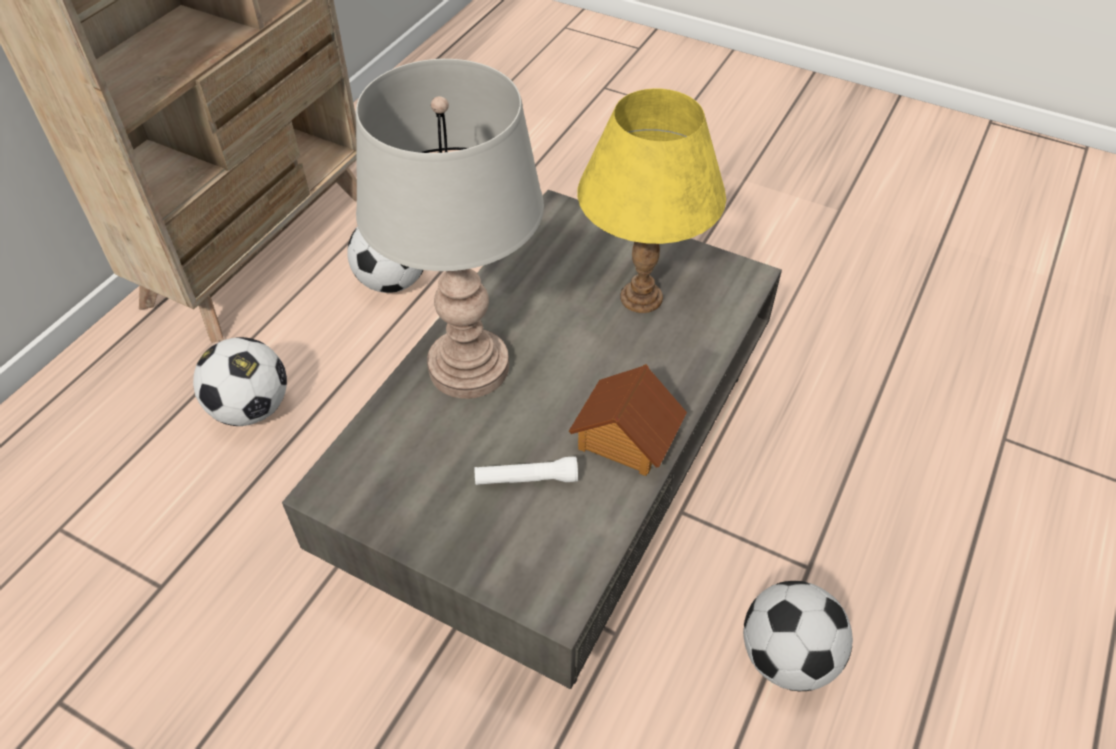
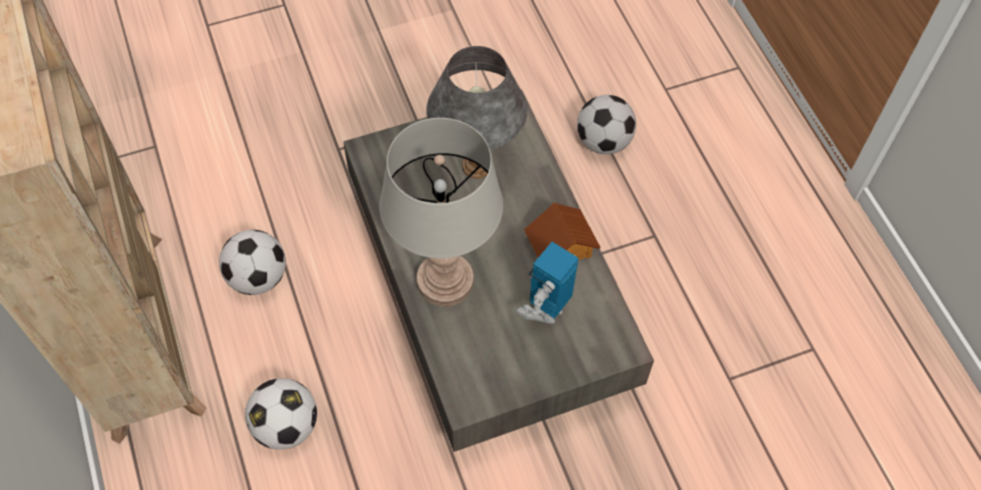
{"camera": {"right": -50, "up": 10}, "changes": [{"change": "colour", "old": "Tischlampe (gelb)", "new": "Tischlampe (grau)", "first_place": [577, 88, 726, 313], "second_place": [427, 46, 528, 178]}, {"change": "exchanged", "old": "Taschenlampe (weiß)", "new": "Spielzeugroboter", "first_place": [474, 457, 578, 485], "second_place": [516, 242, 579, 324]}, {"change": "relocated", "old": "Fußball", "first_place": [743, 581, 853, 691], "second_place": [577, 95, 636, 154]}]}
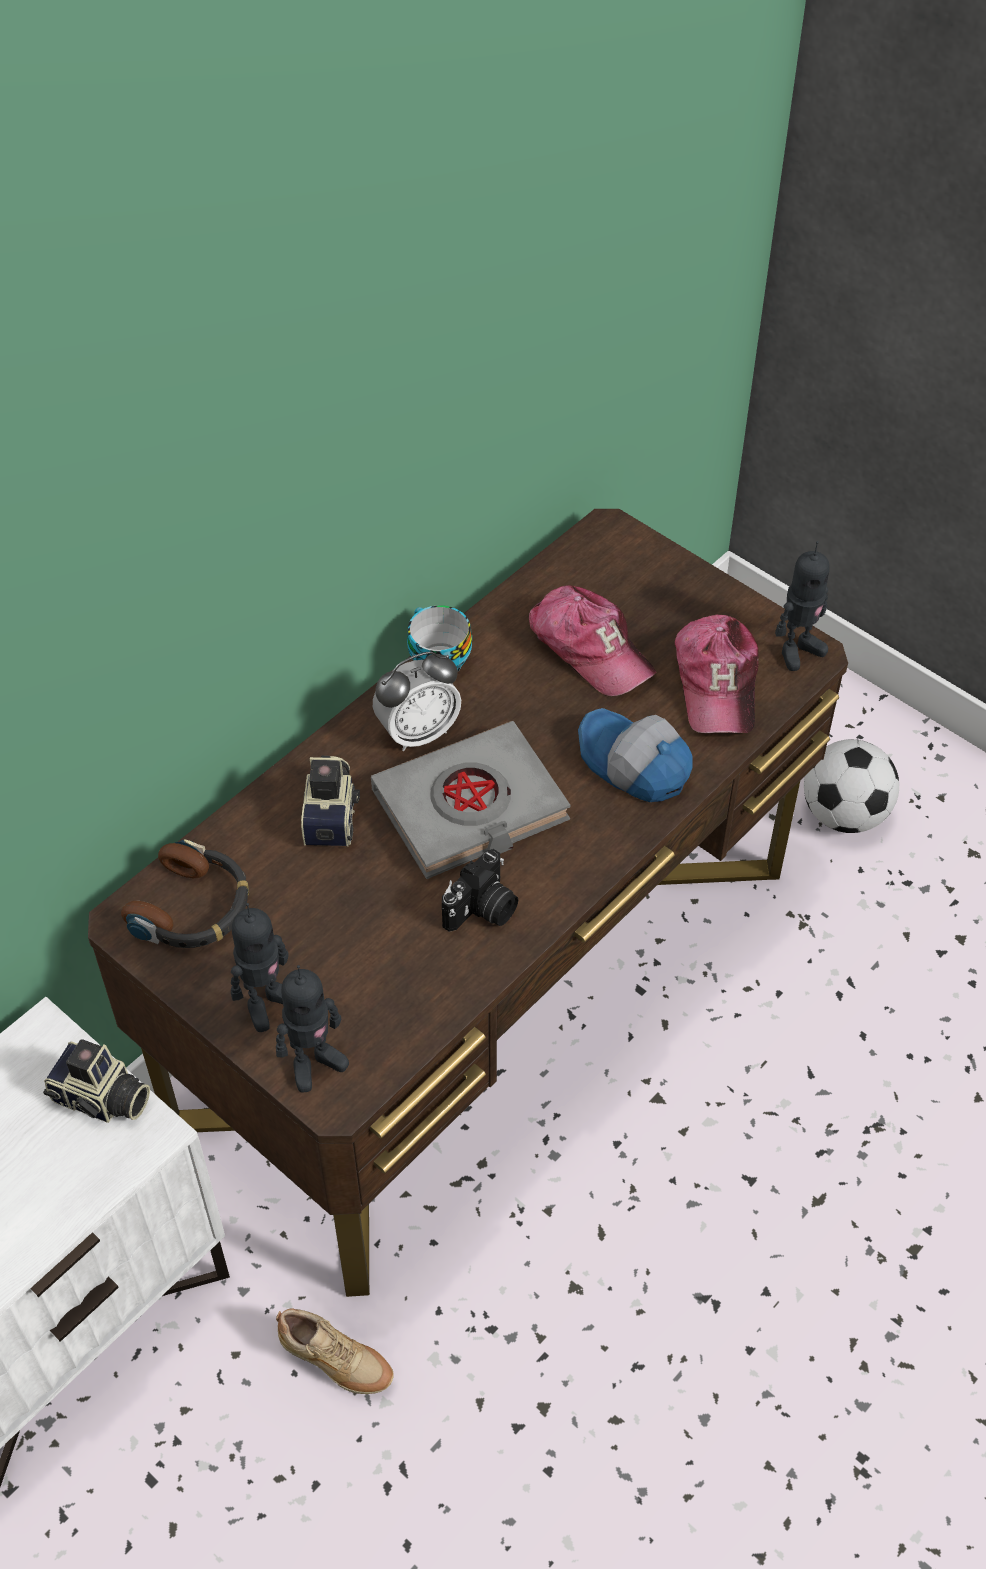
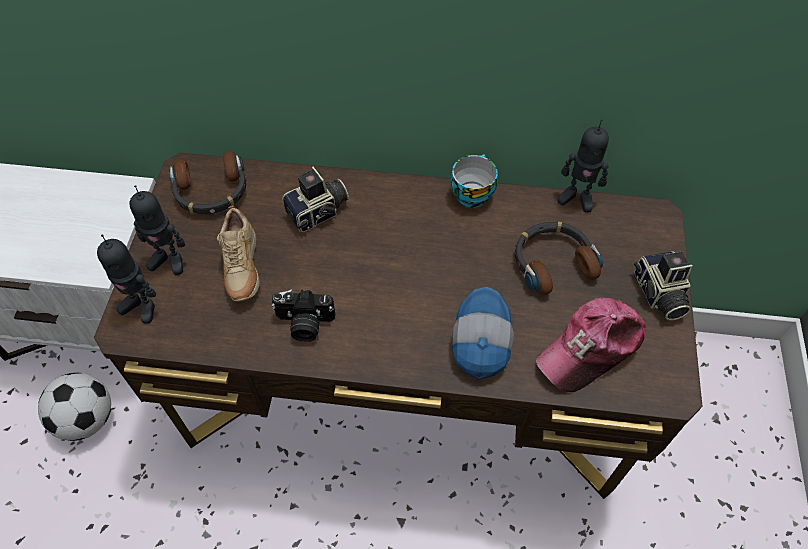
{"camera": {"right": 55, "up": 5}, "changes": [{"change": "relocated", "old": "Spielzeugroboter", "first_place": [775, 541, 830, 671], "second_place": [558, 119, 609, 213]}, {"change": "exchanged", "old": "Kappe", "new": "Kopfhörer", "first_place": [529, 585, 656, 697], "second_place": [515, 221, 603, 295]}, {"change": "missing", "old": "Wecker", "first_place": [373, 651, 461, 751]}, {"change": "missing", "old": "Buch (grau)", "first_place": [371, 721, 571, 879]}, {"change": "relocated", "old": "Fußball", "first_place": [804, 739, 899, 833], "second_place": [38, 373, 111, 441]}, {"change": "relocated", "old": "Kamera", "first_place": [43, 1039, 150, 1123], "second_place": [634, 251, 693, 321]}, {"change": "relocated", "old": "Schuh (beige)", "first_place": [276, 1309, 394, 1394], "second_place": [217, 206, 260, 302]}]}
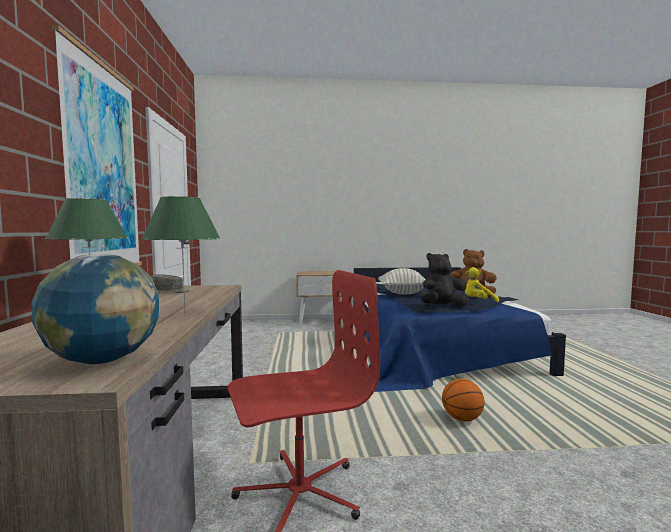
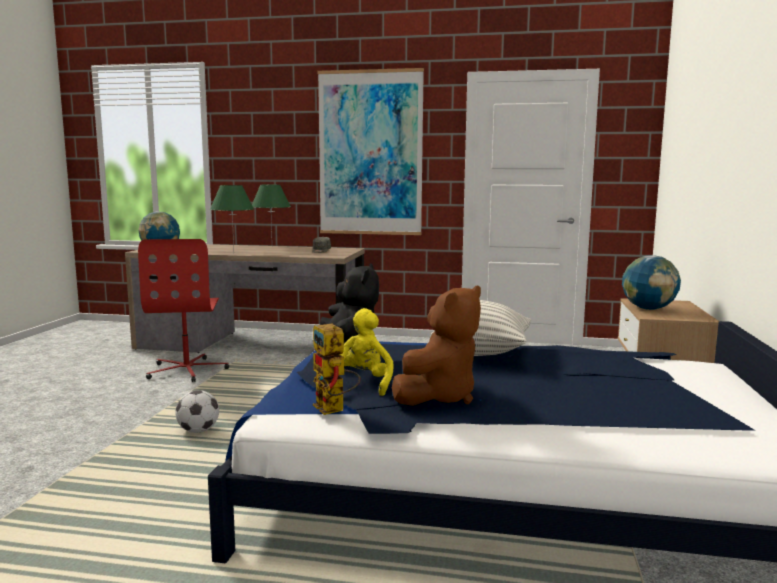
{"camera": {"right": 105, "up": 5}, "changes": [{"change": "exchanged", "old": "Basketball", "new": "Fußball", "first_place": [442, 379, 485, 422], "second_place": [175, 390, 219, 433]}, {"change": "appeared", "new": "Globus", "second_place": [622, 255, 681, 310]}, {"change": "appeared", "new": "Spielzeugroboter", "second_place": [313, 324, 361, 415]}]}
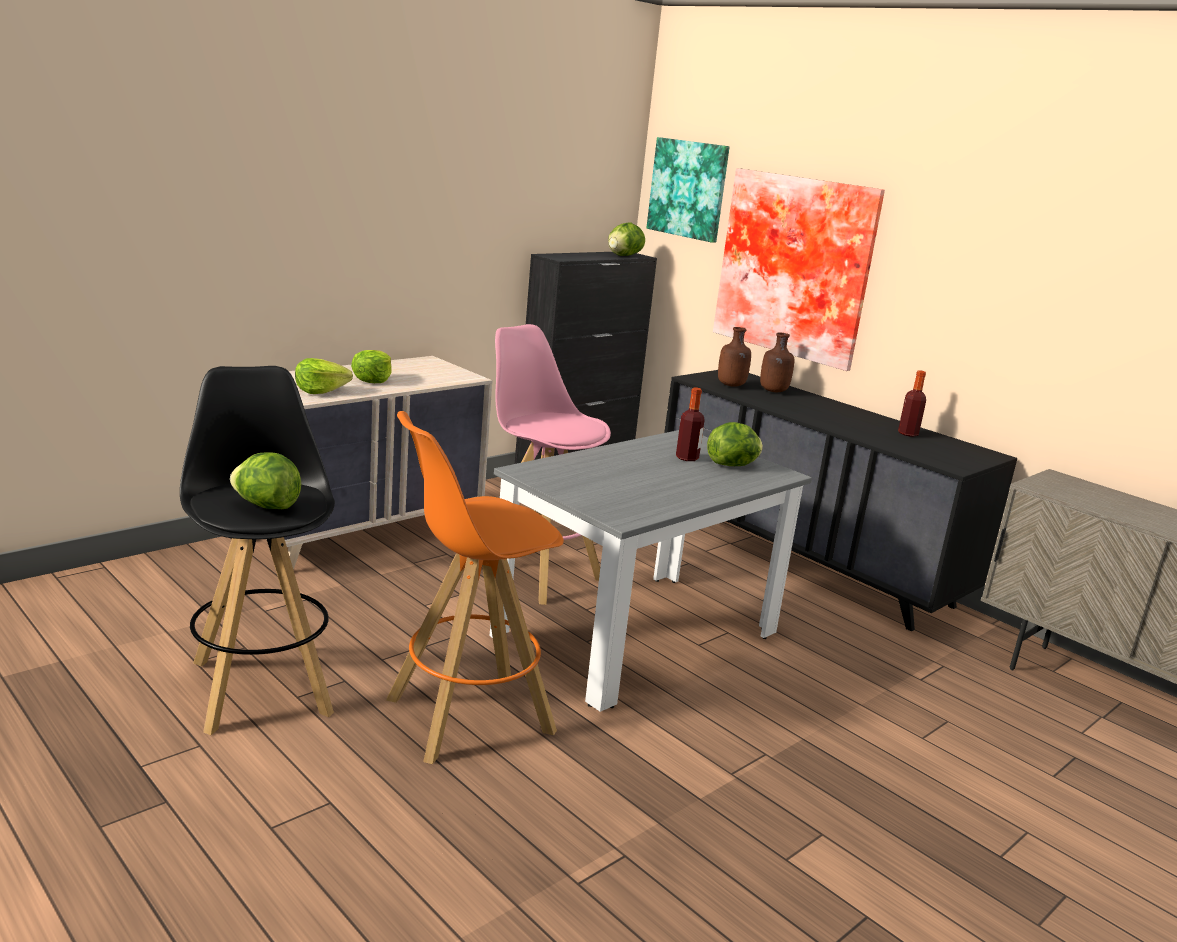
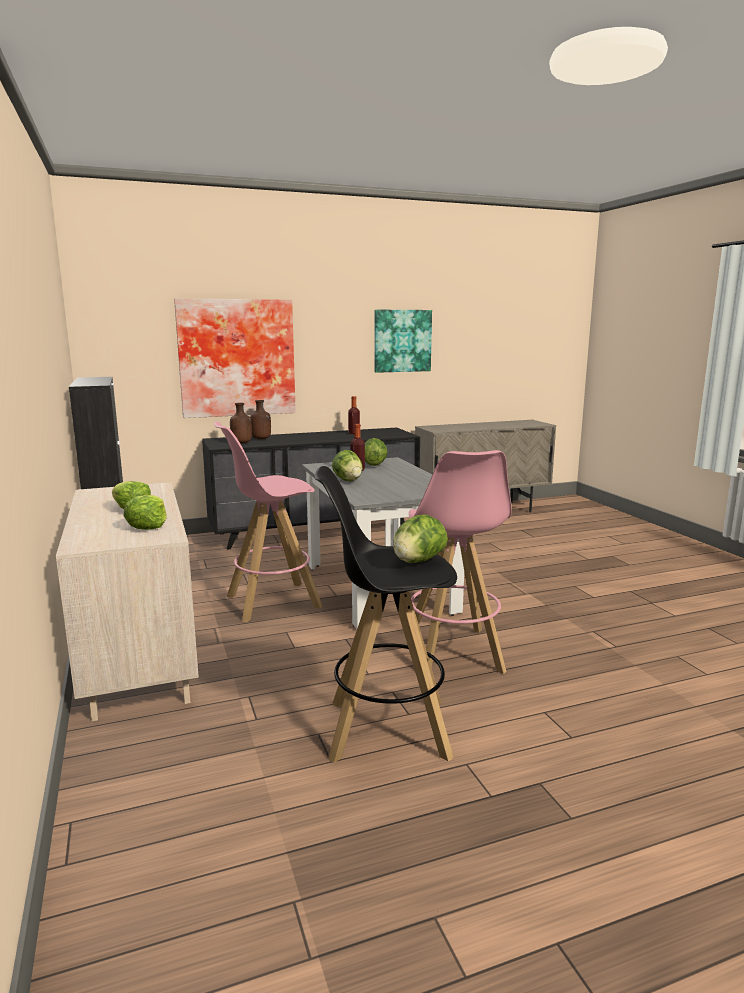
{"camera": {"right": -65, "up": -5}, "changes": [{"change": "relocated", "old": "Bild", "first_place": [647, 137, 729, 243], "second_place": [374, 310, 432, 373]}, {"change": "relocated", "old": "Salatkopf", "first_place": [608, 223, 645, 256], "second_place": [332, 450, 363, 481]}, {"change": "colour", "old": "Hocker (orange)", "new": "Hocker (rosa)", "first_place": [386, 411, 564, 764], "second_place": [409, 450, 511, 674]}]}
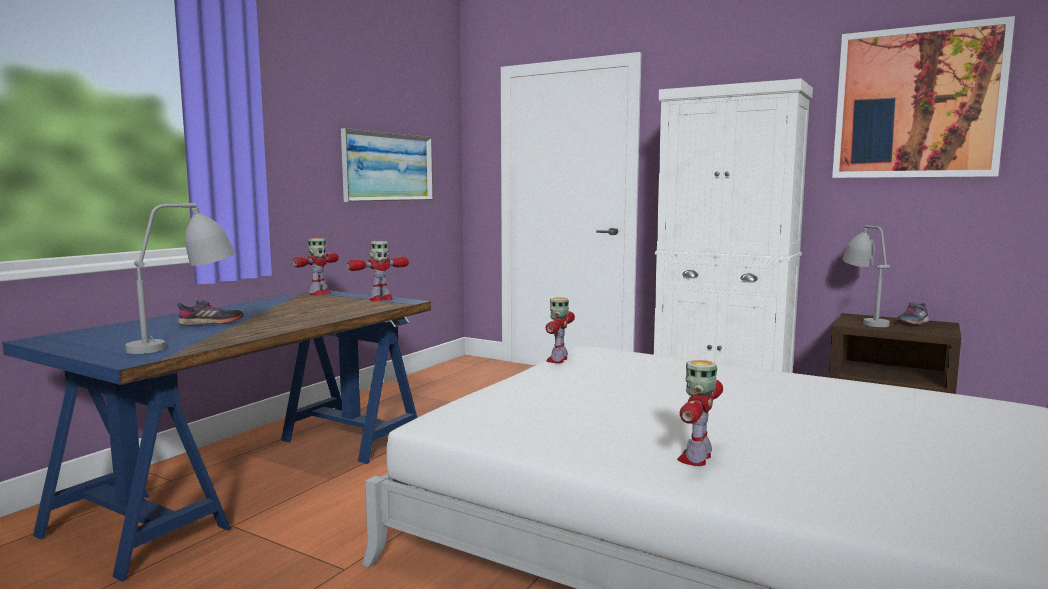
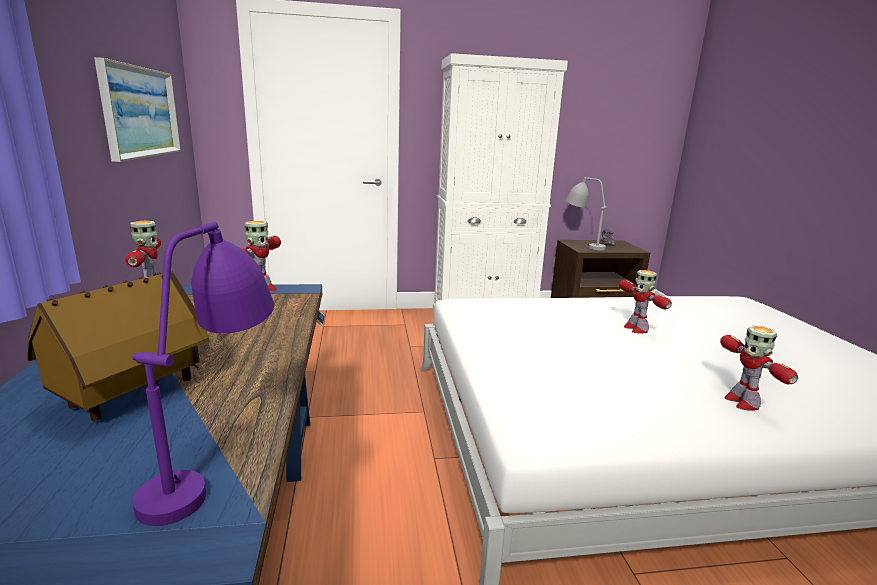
{"camera": {"right": -40, "up": 10}, "changes": [{"change": "missing", "old": "Bild", "first_place": [832, 16, 1015, 178]}, {"change": "colour", "old": "Tischlampe (grau)", "new": "Tischlampe (lila)", "first_place": [125, 203, 235, 354], "second_place": [132, 222, 274, 526]}, {"change": "relocated", "old": "Spielzeugroboter", "first_place": [546, 297, 575, 363], "second_place": [619, 270, 672, 334]}, {"change": "exchanged", "old": "Schuh (grau)", "new": "Spielzeughaus", "first_place": [177, 299, 244, 326], "second_place": [27, 271, 209, 421]}]}
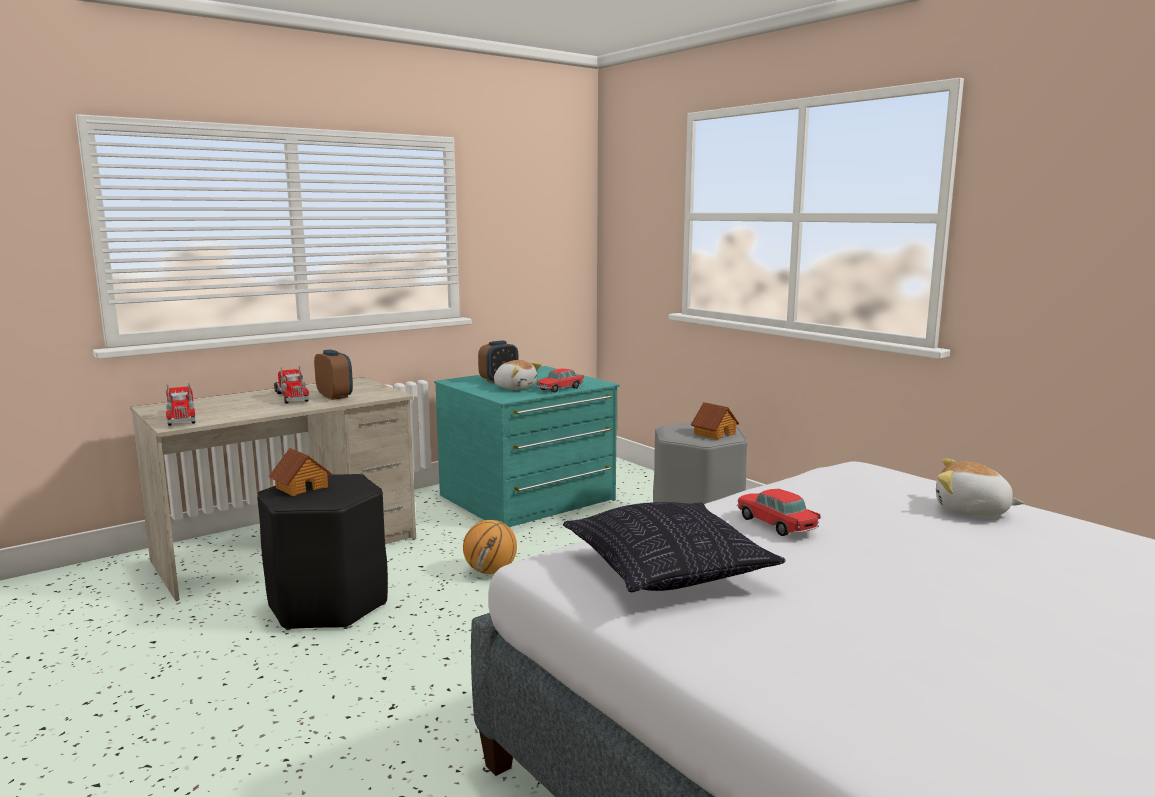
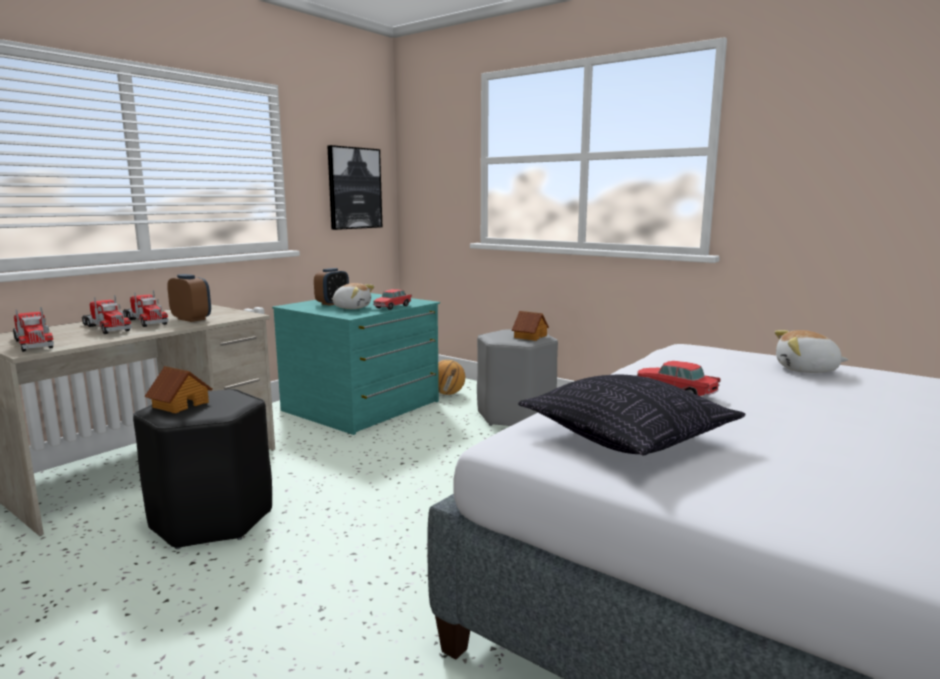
{"camera": {"right": -15, "up": 0}, "changes": [{"change": "relocated", "old": "Basketball", "first_place": [463, 520, 517, 574], "second_place": [438, 360, 465, 395]}, {"change": "appeared", "new": "Bild", "second_place": [327, 145, 382, 230]}, {"change": "appeared", "new": "Spielzeuglaster", "second_place": [82, 295, 131, 334]}]}
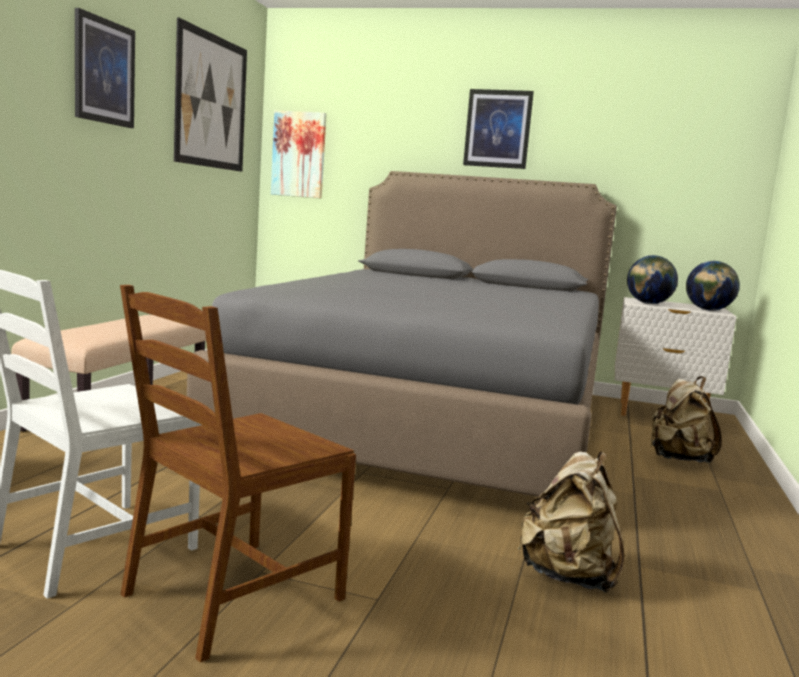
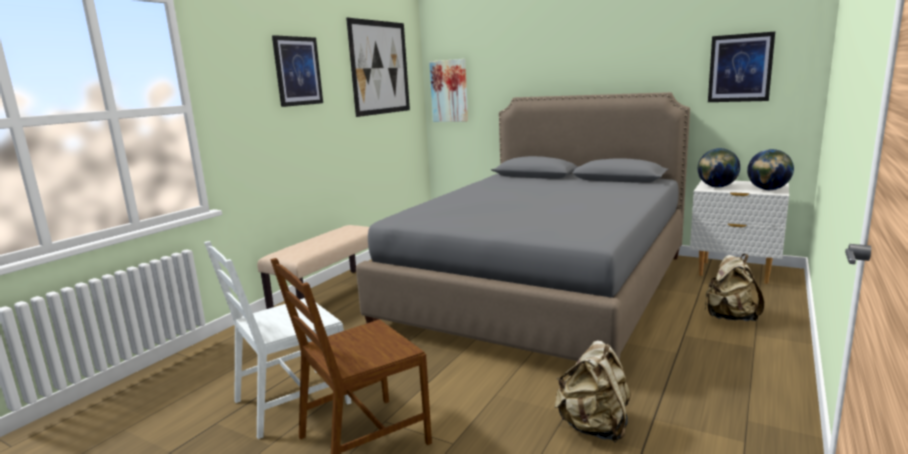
{"camera": {"right": 15, "up": 5}, "changes": [{"change": "relocated", "old": "Bild", "first_place": [463, 89, 534, 169], "second_place": [708, 32, 775, 102]}]}
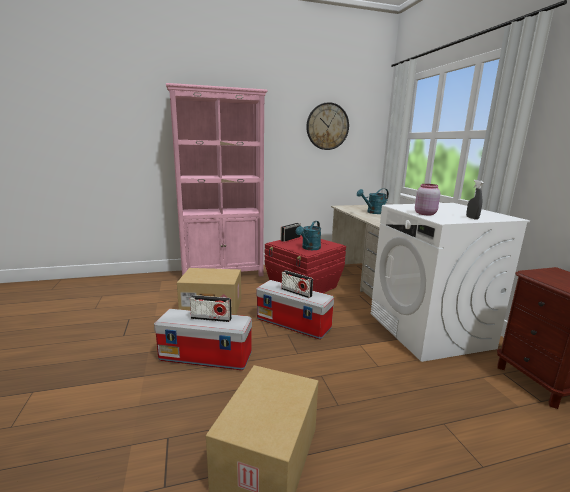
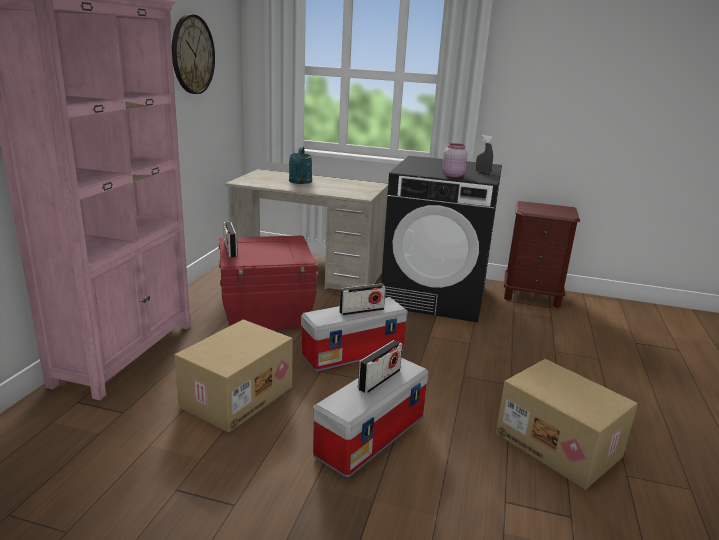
{"camera": {"right": -60, "up": 5}, "changes": [{"change": "colour", "old": "Waschmaschine (weiß)", "new": "Waschmaschine (schwarz)", "first_place": [371, 203, 530, 362], "second_place": [381, 156, 502, 323]}, {"change": "missing", "old": "Gießkanne (türkis)", "first_place": [296, 221, 321, 250]}]}
